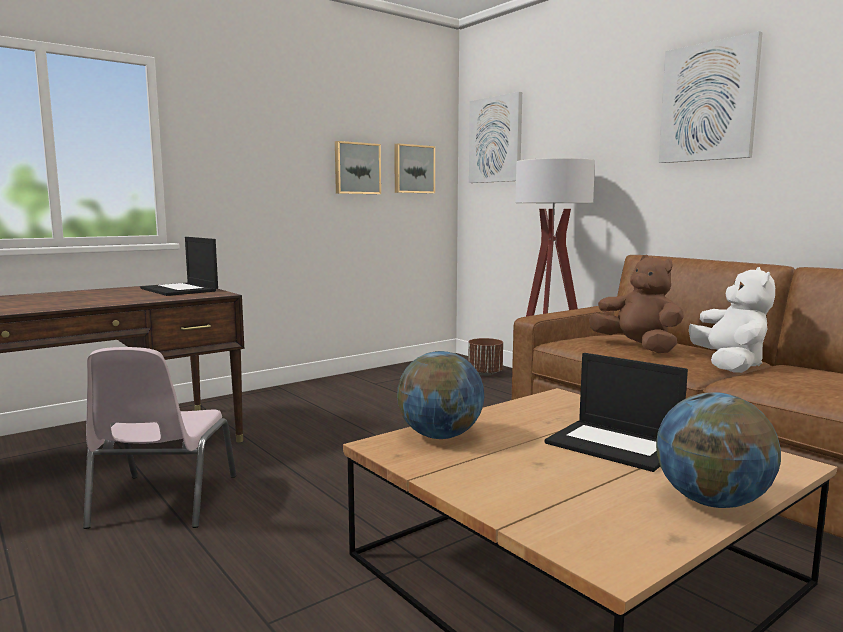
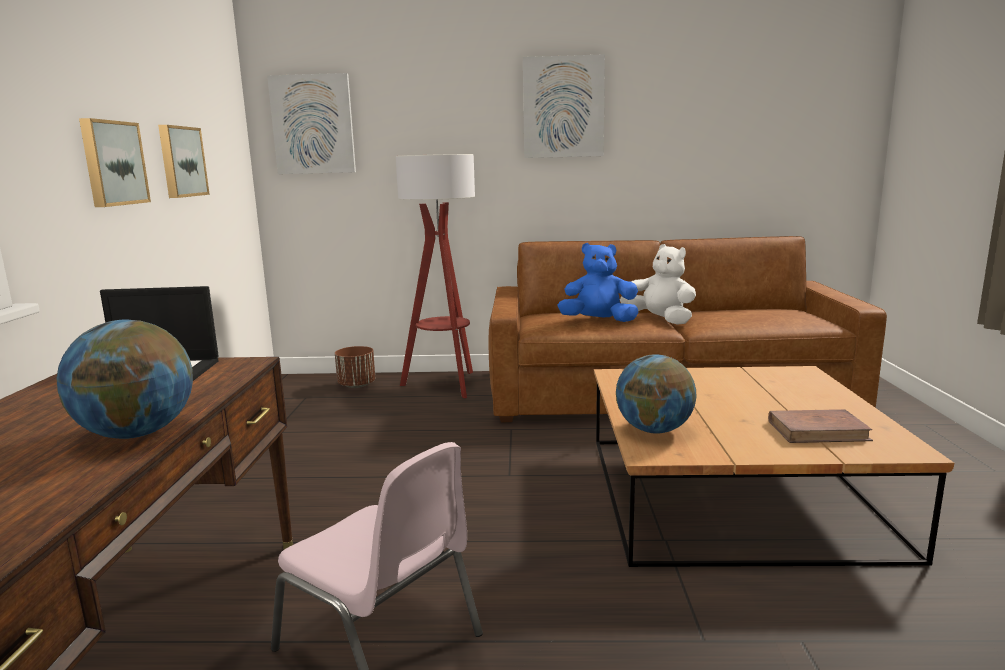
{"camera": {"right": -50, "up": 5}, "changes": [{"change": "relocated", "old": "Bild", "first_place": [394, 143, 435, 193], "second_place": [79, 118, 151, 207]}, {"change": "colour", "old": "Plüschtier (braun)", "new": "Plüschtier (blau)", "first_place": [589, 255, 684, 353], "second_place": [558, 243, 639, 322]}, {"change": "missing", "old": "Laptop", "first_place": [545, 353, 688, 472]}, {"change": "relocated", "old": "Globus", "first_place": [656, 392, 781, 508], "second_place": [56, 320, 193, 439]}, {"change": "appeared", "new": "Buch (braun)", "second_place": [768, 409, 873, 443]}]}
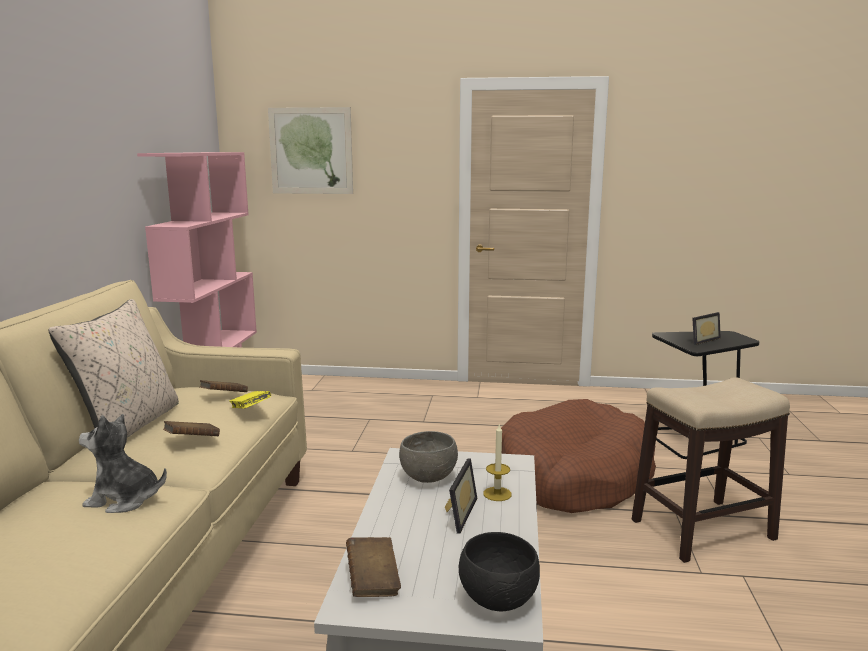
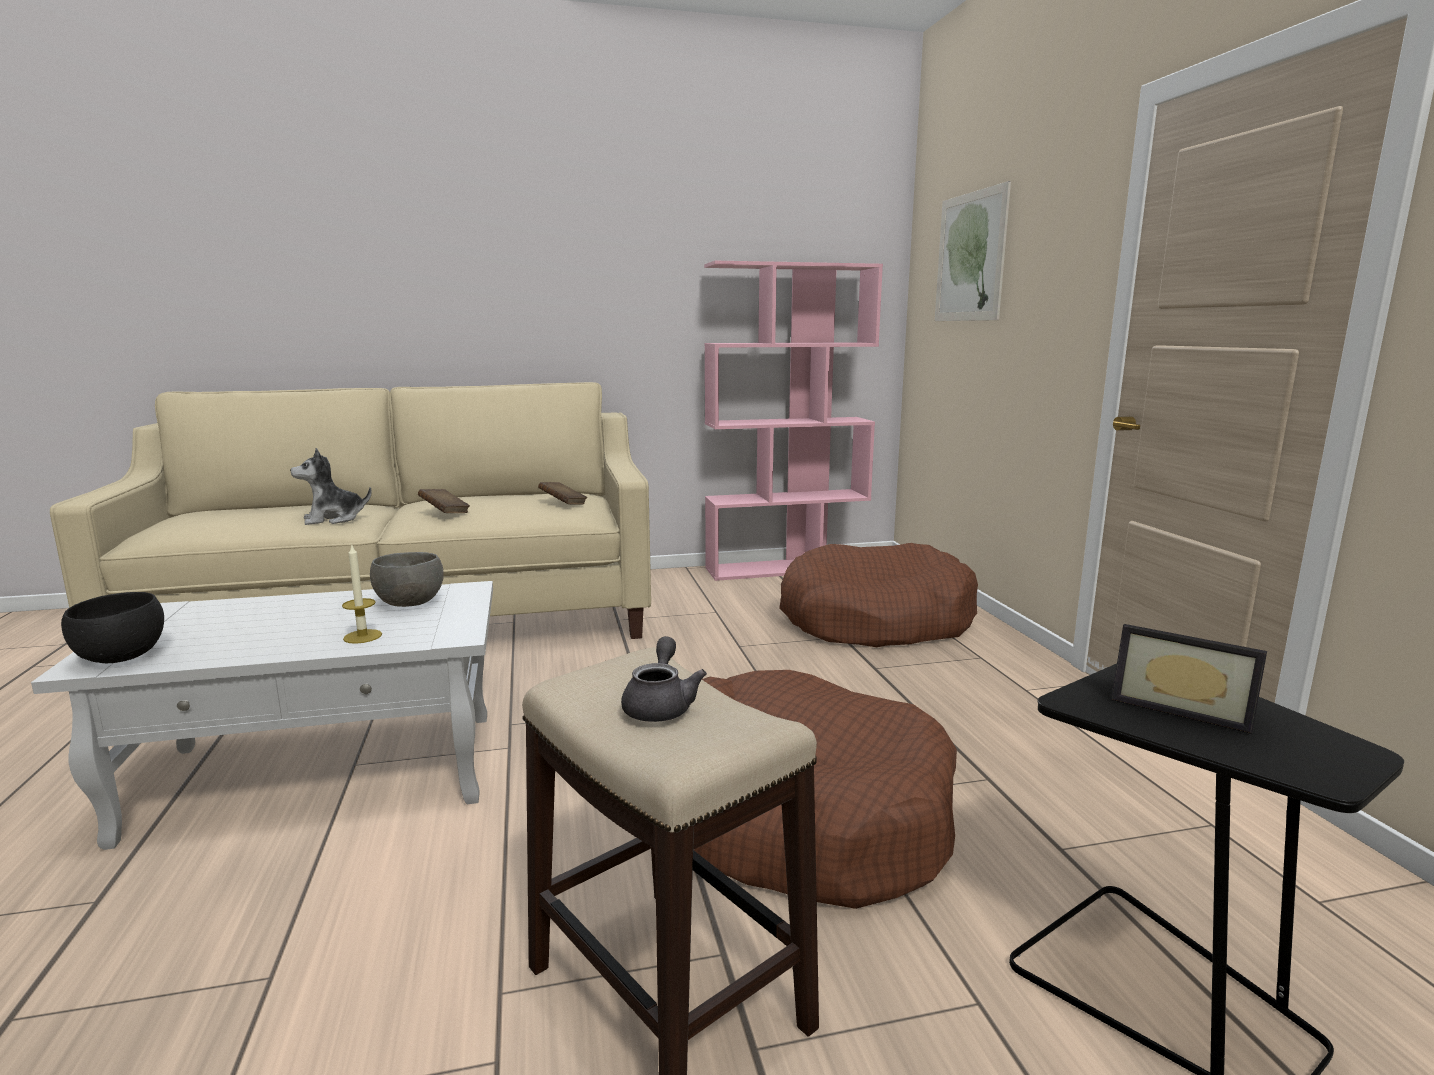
{"camera": {"right": 70, "up": 0}, "changes": [{"change": "missing", "old": "Kissen (beige)", "first_place": [48, 299, 179, 438]}, {"change": "missing", "old": "Buch (gelb)", "first_place": [229, 391, 271, 409]}, {"change": "spun", "old": "Plüschtier", "first_place": [79, 414, 167, 513], "second_place": [290, 448, 372, 525], "degrees": -105}, {"change": "missing", "old": "Bilderrahmen", "first_place": [445, 458, 477, 533]}, {"change": "missing", "old": "Buch (braun)", "first_place": [346, 537, 401, 597]}, {"change": "appeared", "new": "Hundebett (braun)", "second_place": [779, 543, 978, 647]}, {"change": "appeared", "new": "Teekanne (grau)", "second_place": [621, 636, 707, 722]}]}
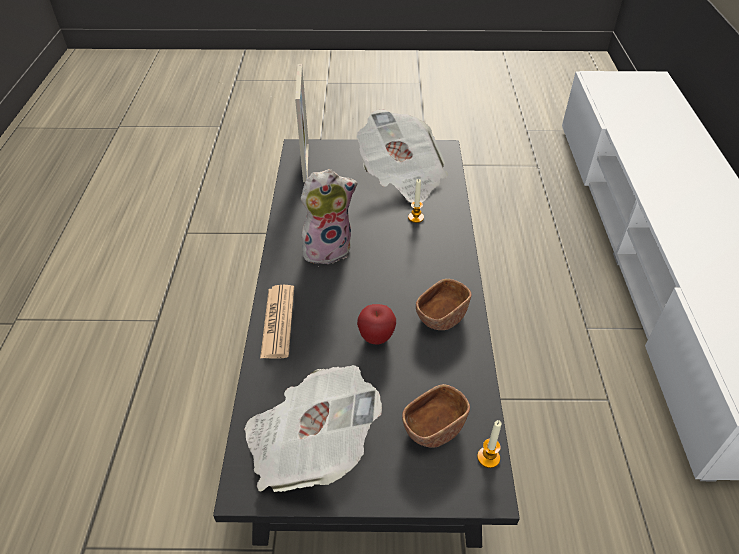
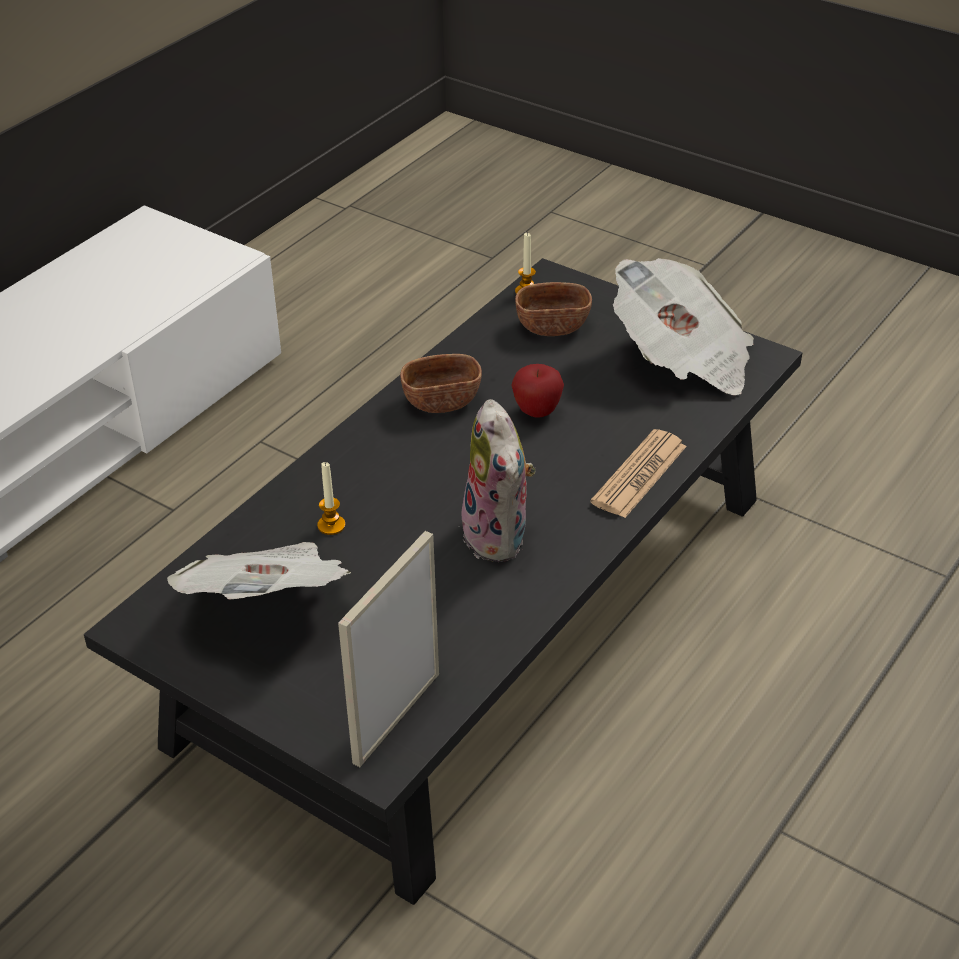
{"camera": {"right": -145, "up": -5}, "changes": [{"change": "spun", "old": "Plüschtier", "first_place": [301, 169, 358, 264], "second_place": [457, 399, 535, 562], "degrees": -120}]}
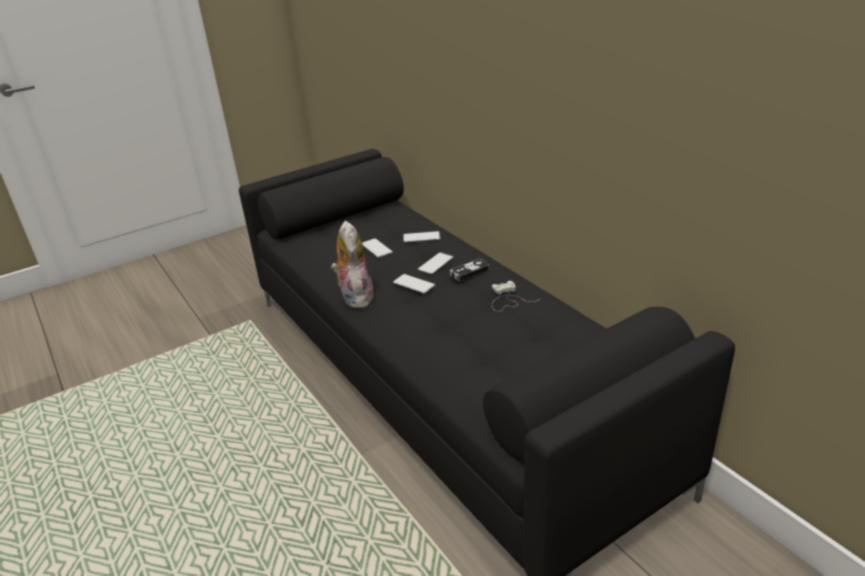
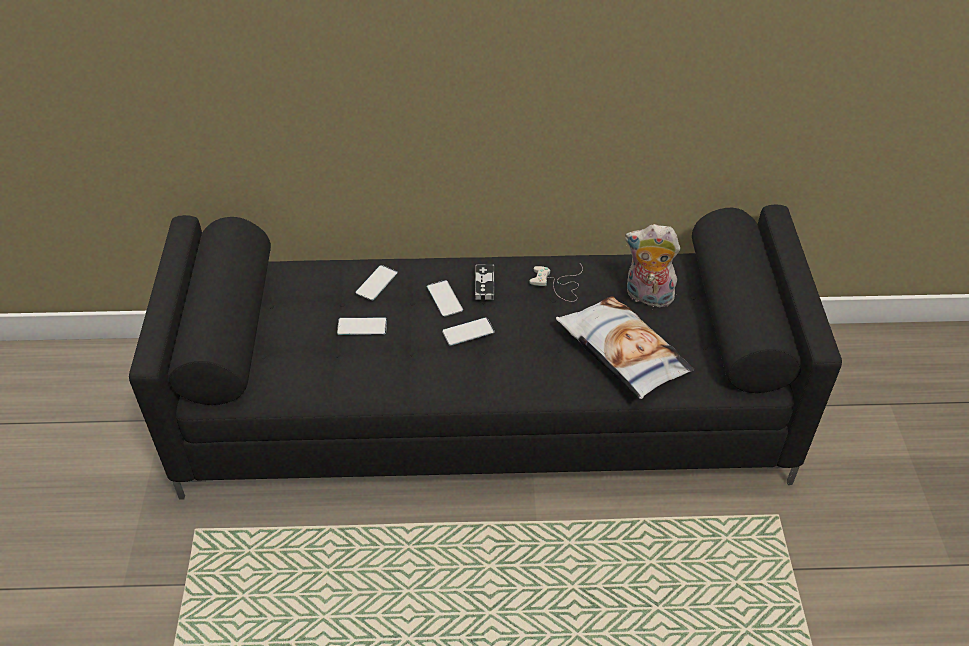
{"camera": {"right": -60, "up": 15}, "changes": [{"change": "relocated", "old": "Plüschtier", "first_place": [331, 220, 374, 308], "second_place": [625, 224, 680, 310]}, {"change": "appeared", "new": "Kissen", "second_place": [556, 296, 694, 399]}]}
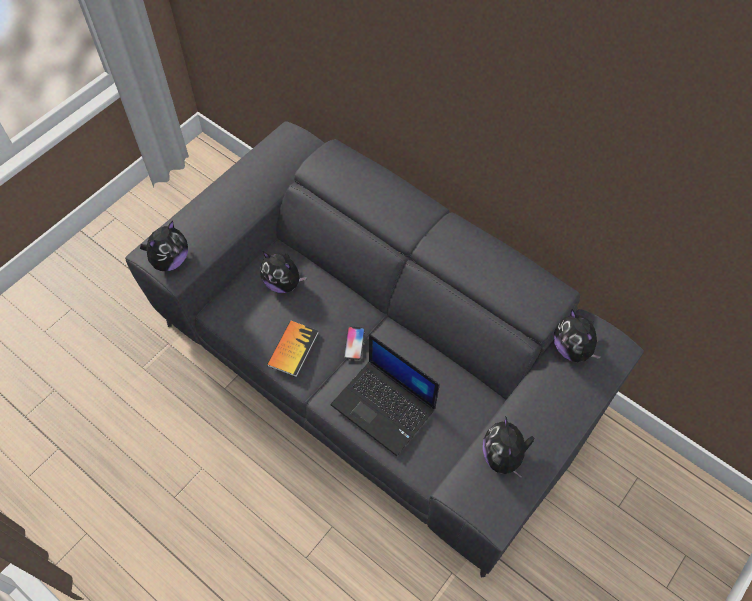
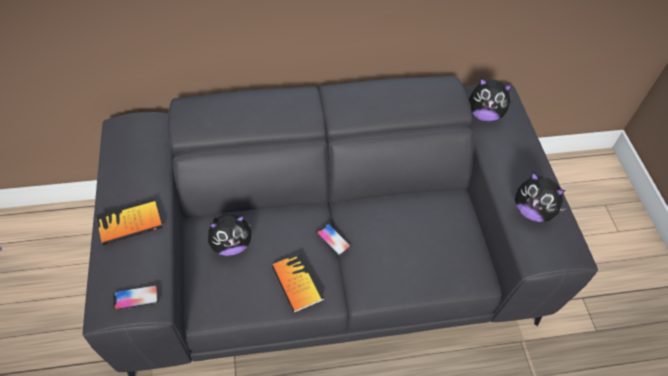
{"camera": {"right": -50, "up": -5}, "changes": [{"change": "exchanged", "old": "Plüschtier", "new": "Handy", "first_place": [140, 220, 188, 271], "second_place": [113, 285, 159, 311]}, {"change": "missing", "old": "Laptop", "first_place": [330, 334, 440, 456]}, {"change": "appeared", "new": "Buch", "second_place": [96, 198, 163, 245]}]}
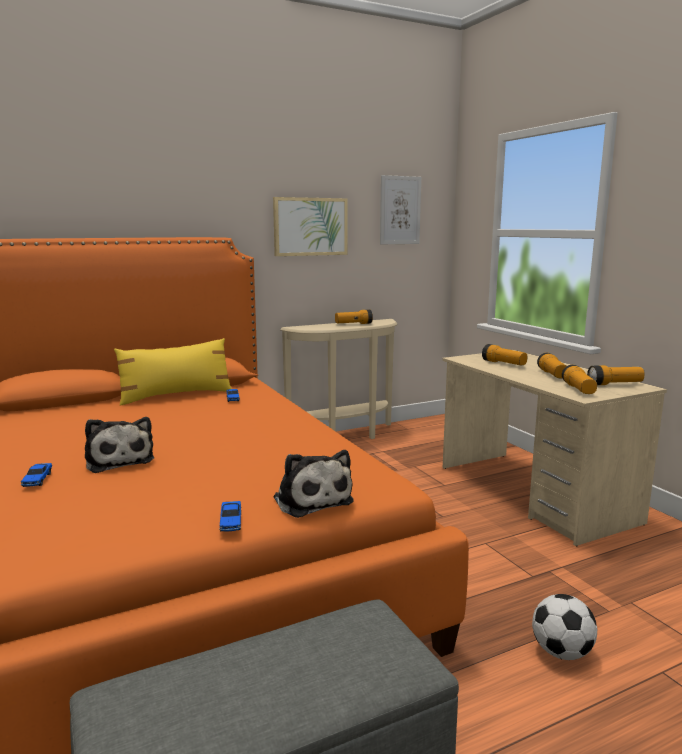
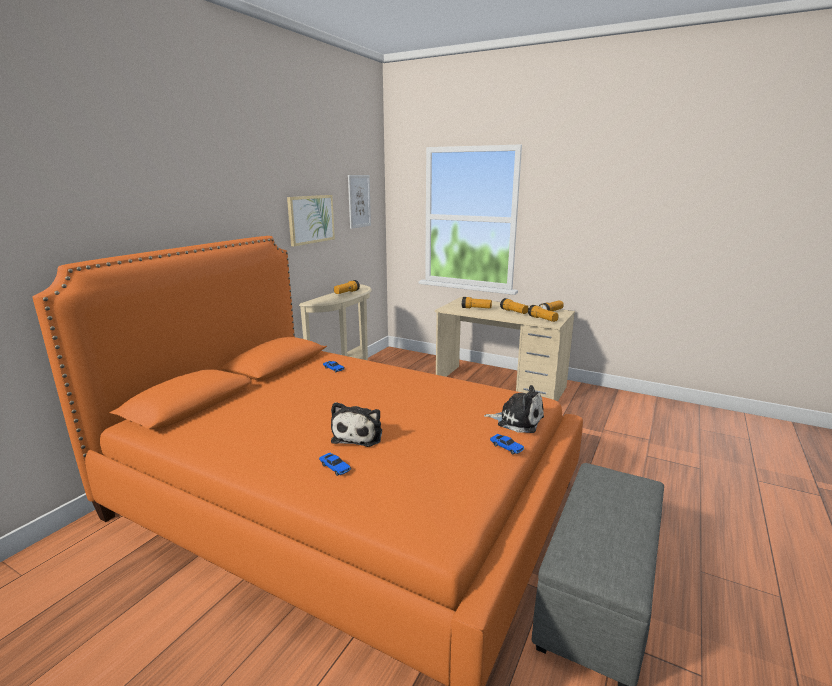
{"camera": {"right": -35, "up": 5}, "changes": [{"change": "missing", "old": "Kissen (gelb)", "first_place": [114, 338, 232, 406]}, {"change": "spun", "old": "Plüschtier", "first_place": [85, 417, 154, 473], "second_place": [331, 402, 382, 447], "degrees": 75}, {"change": "missing", "old": "Fußball", "first_place": [532, 594, 597, 660]}]}
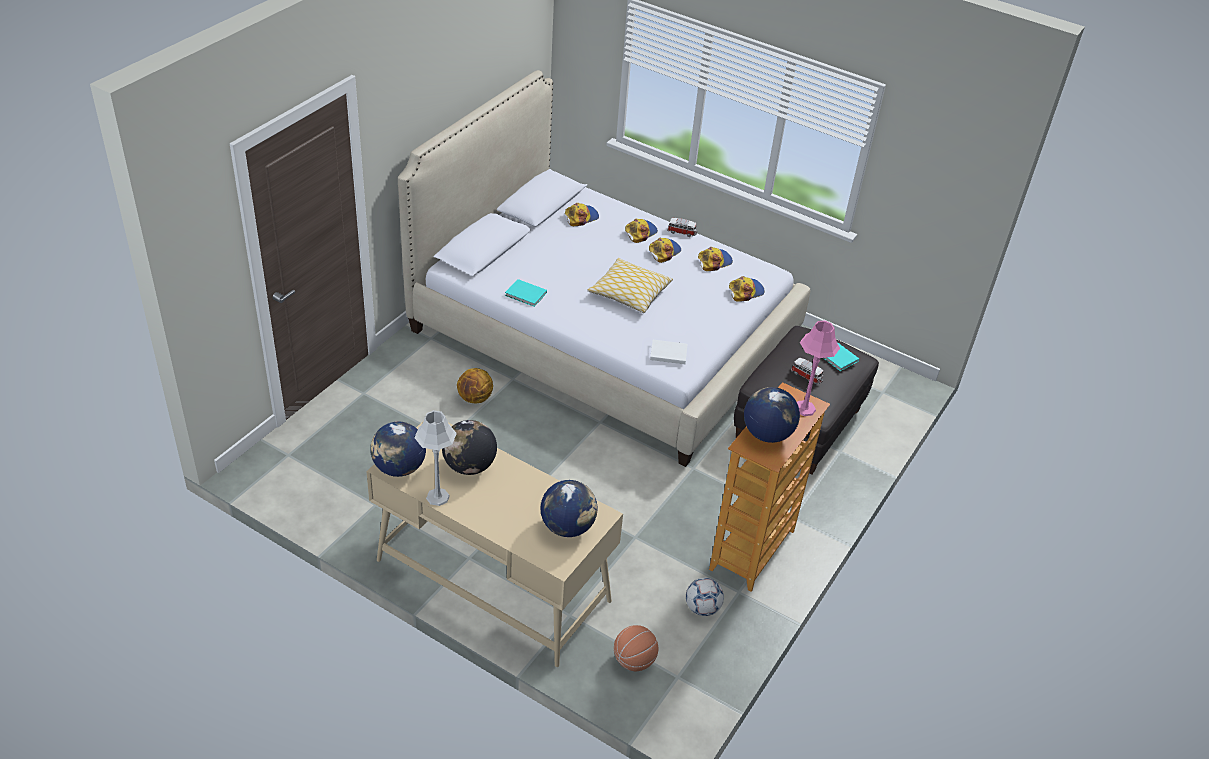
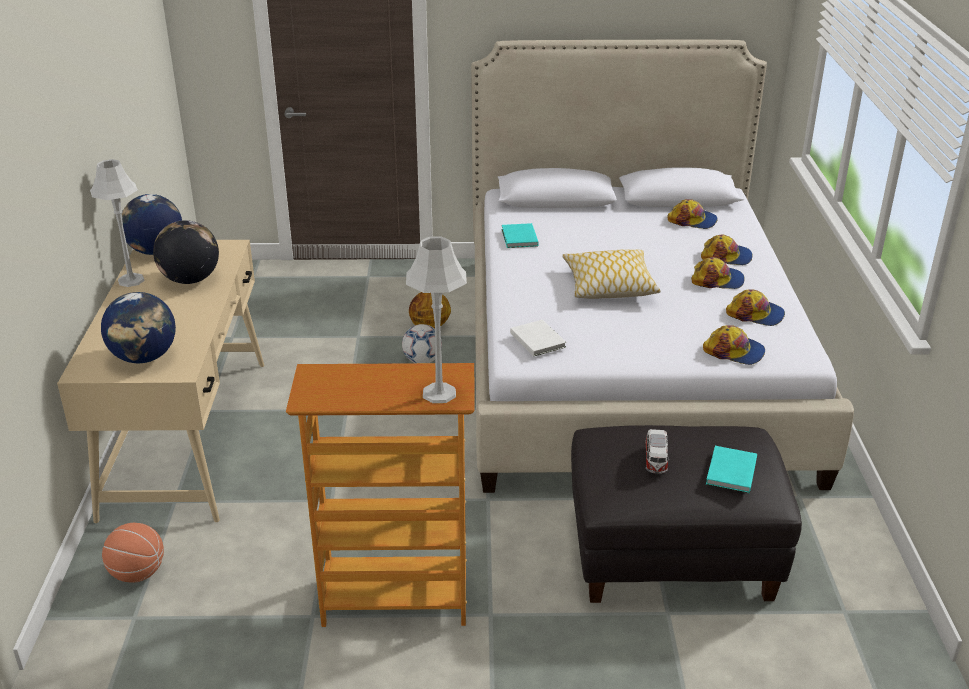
{"camera": {"right": 60, "up": -10}, "changes": [{"change": "missing", "old": "Spielzeugauto", "first_place": [667, 218, 697, 237]}, {"change": "colour", "old": "Tischlampe (rosa)", "new": "Tischlampe (grau)", "first_place": [797, 320, 840, 416], "second_place": [406, 236, 467, 403]}, {"change": "missing", "old": "Globus", "first_place": [744, 387, 800, 443]}, {"change": "relocated", "old": "Fußball", "first_place": [686, 578, 724, 616], "second_place": [402, 324, 442, 363]}]}
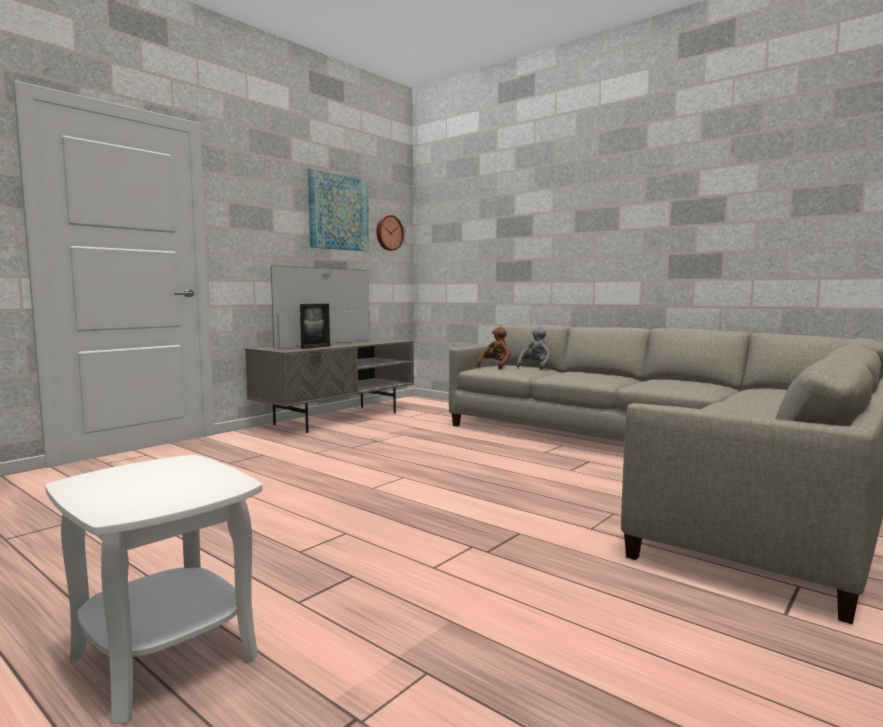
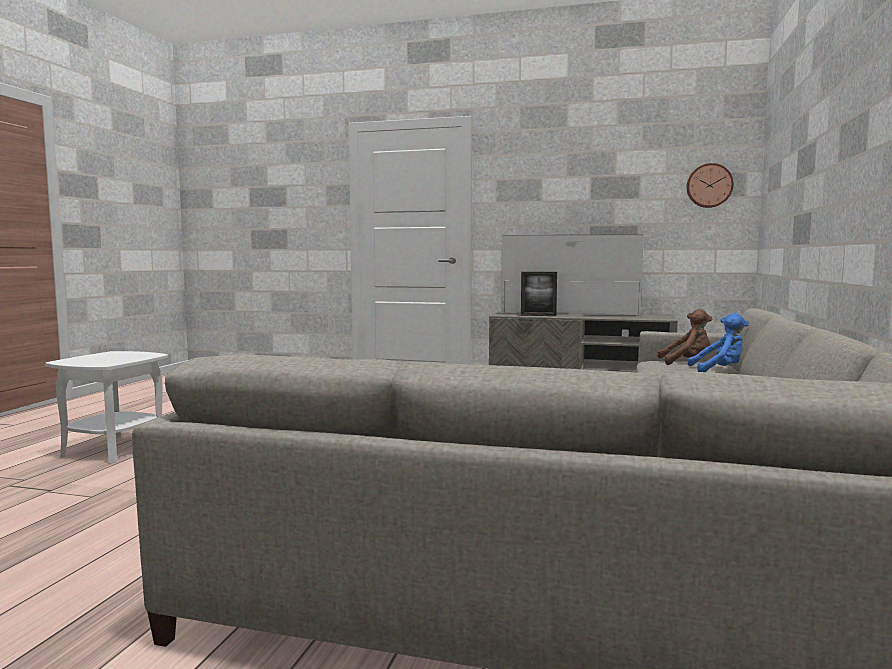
{"camera": {"right": 65, "up": 0}, "changes": [{"change": "missing", "old": "Bild", "first_place": [308, 168, 369, 252]}, {"change": "colour", "old": "Plüschtier (grau)", "new": "Plüschtier (blau)", "first_place": [517, 327, 551, 370], "second_place": [688, 313, 749, 372]}]}
